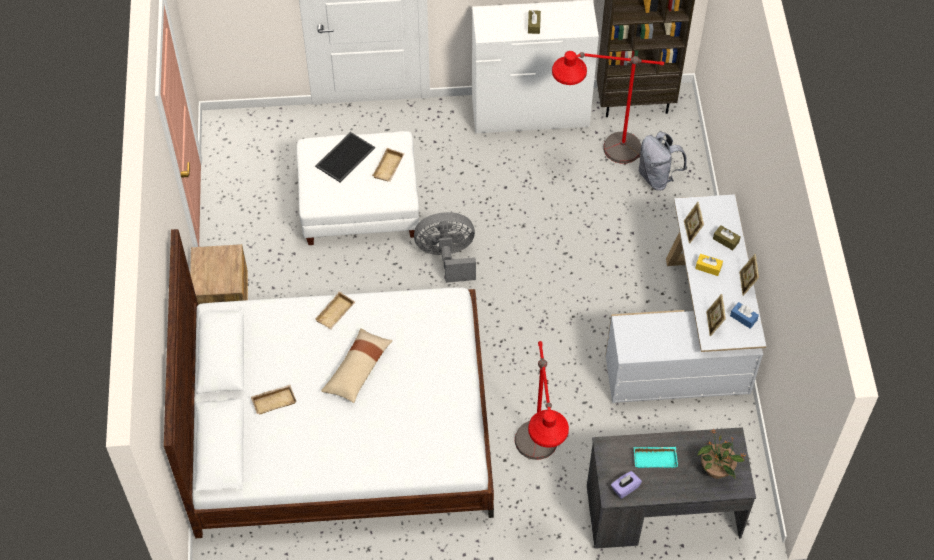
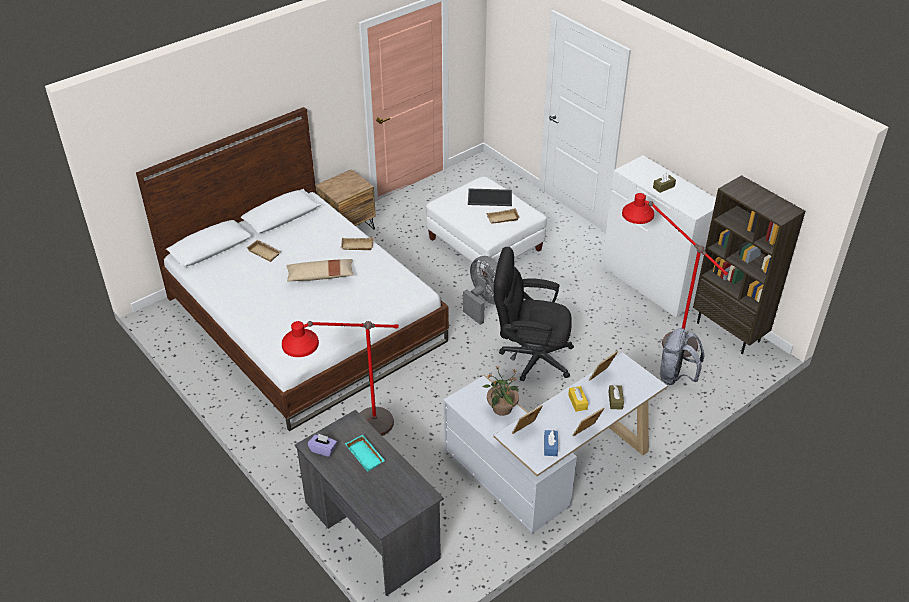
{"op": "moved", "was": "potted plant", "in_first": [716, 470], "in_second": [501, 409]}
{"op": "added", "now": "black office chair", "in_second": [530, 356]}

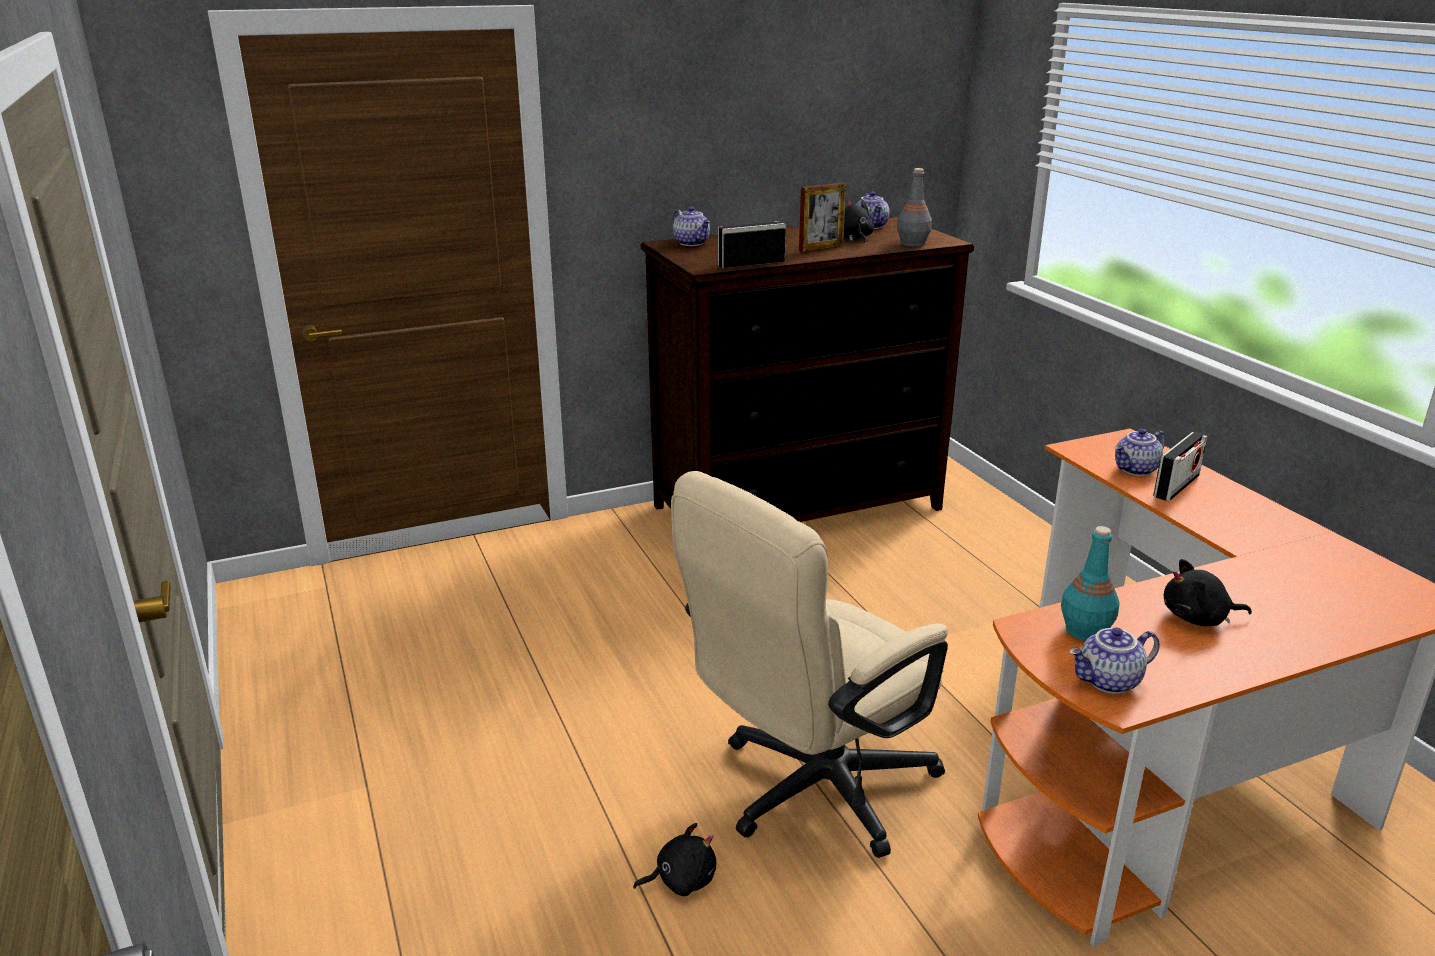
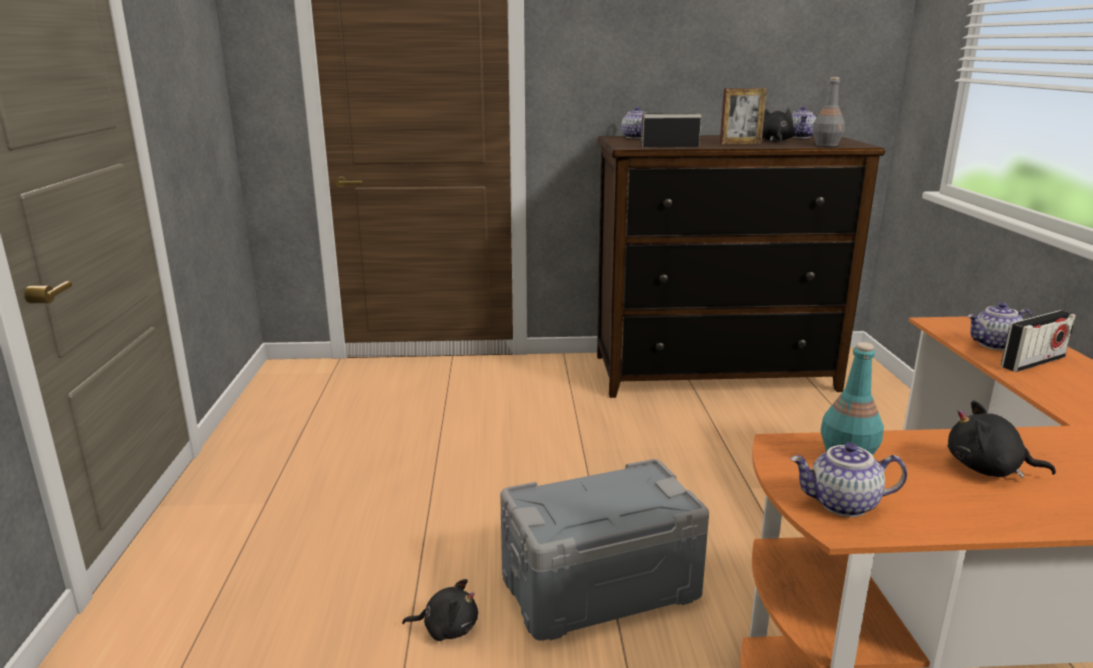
{"op": "replaced", "was": "beige office chair", "now": "grey storage box", "in_first": [809, 792], "in_second": [599, 585]}

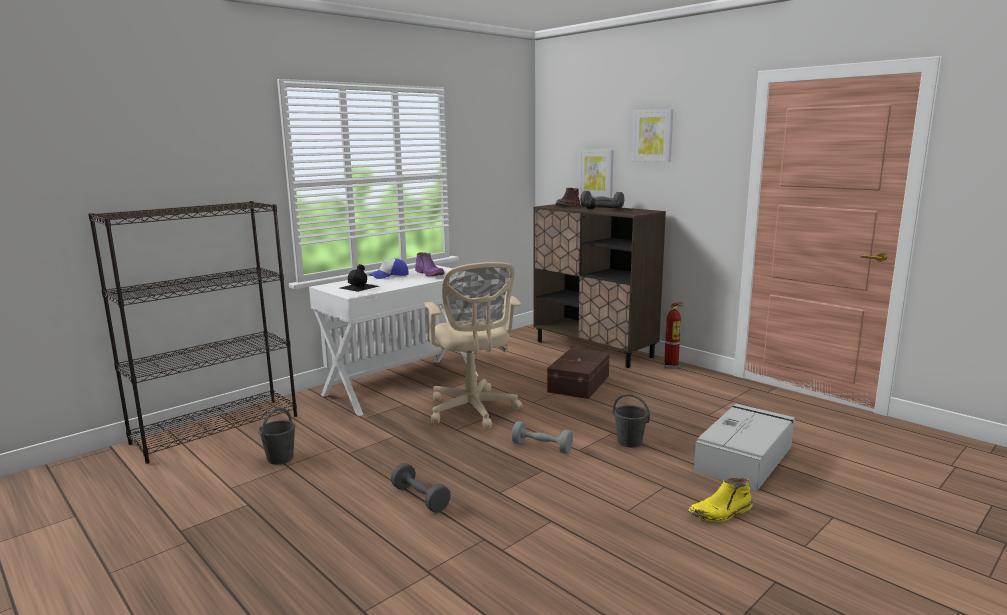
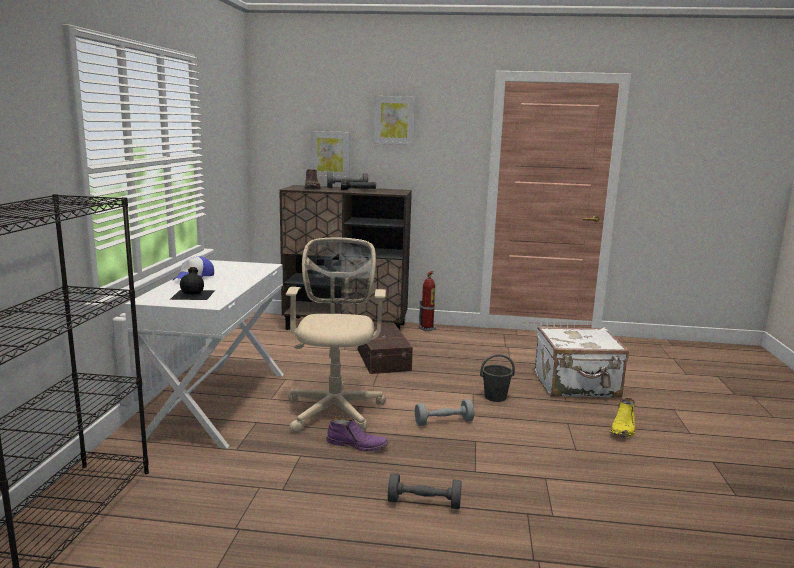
{"op": "removed", "was": "grey bucket", "in_first": [280, 458]}
{"op": "moved", "was": "purple boot", "in_first": [430, 274], "in_second": [357, 444]}
{"op": "turned", "was": "beige office chair", "in_first": [473, 411], "in_second": [335, 408], "clockwise": -120}
{"op": "replaced", "was": "grey storage box", "now": "white suitcase", "in_first": [744, 458], "in_second": [577, 386]}

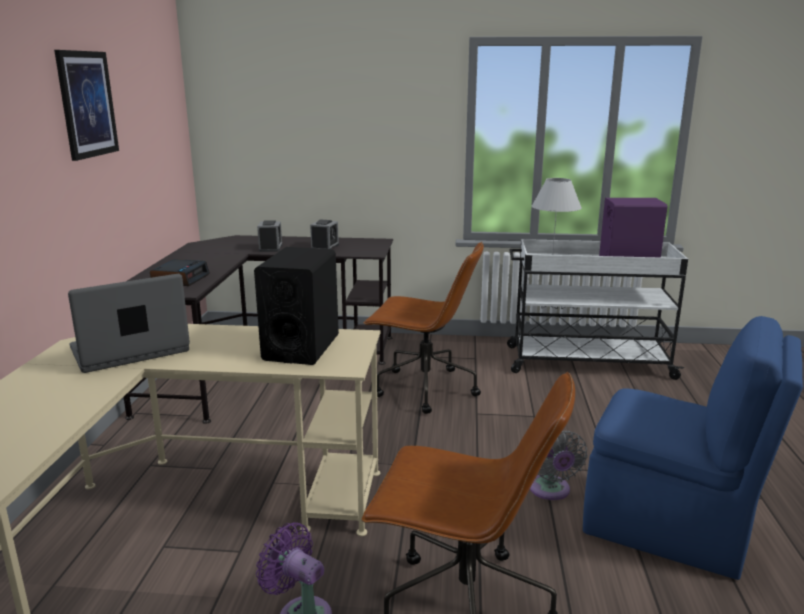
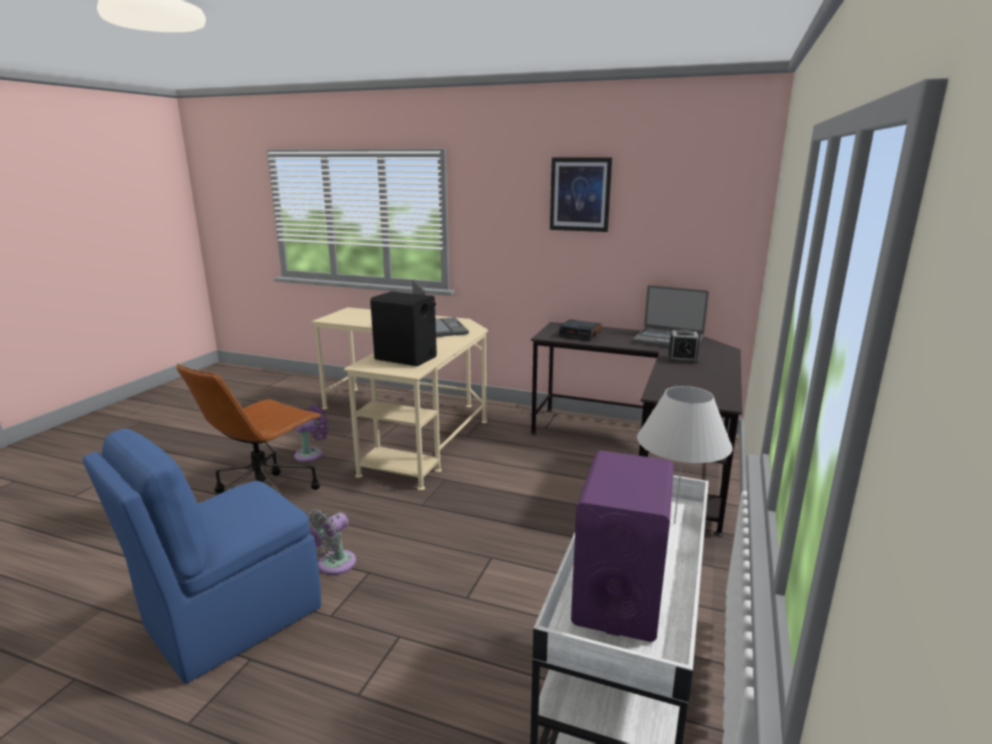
{"op": "removed", "was": "alarm clock", "in_first": [325, 247]}
{"op": "removed", "was": "brown office chair", "in_first": [423, 389]}
{"op": "turned", "was": "grey fan", "in_first": [551, 491], "in_second": [333, 565], "clockwise": -60}
{"op": "added", "now": "laptop", "in_second": [668, 340]}

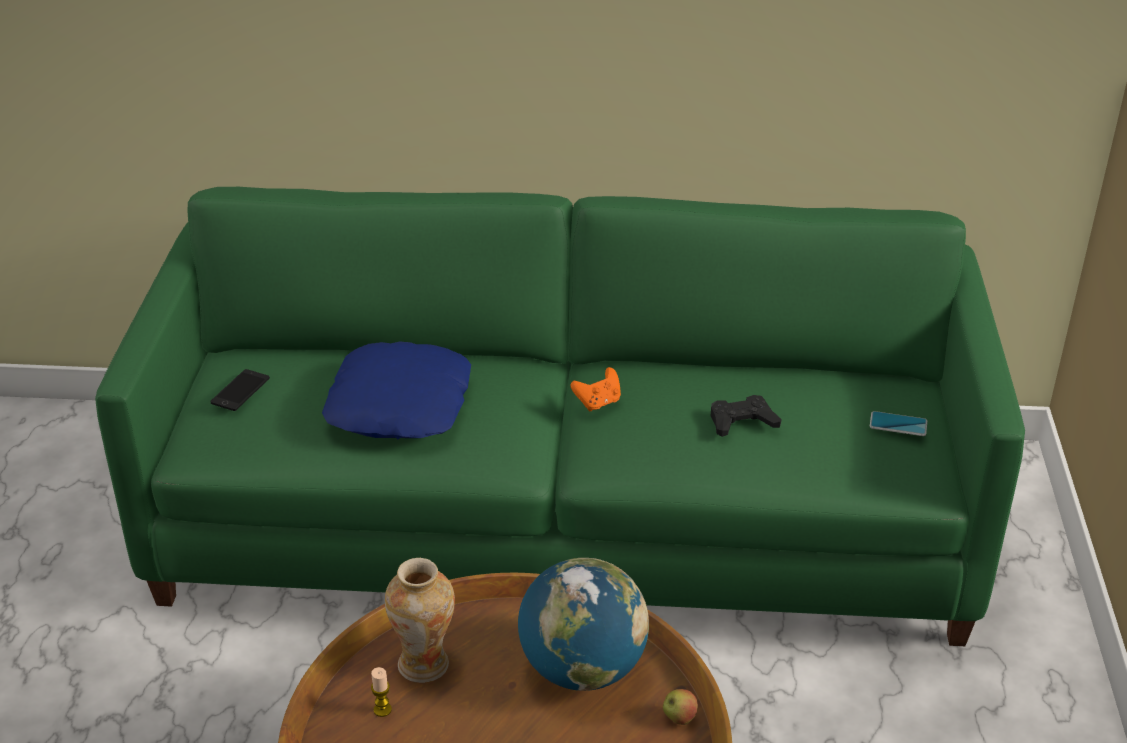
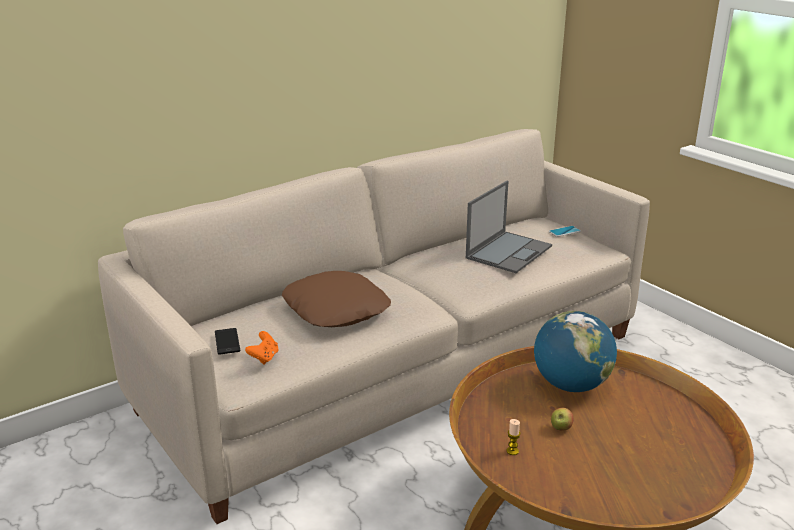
{"op": "recoloured", "was": "green sofa", "now": "beige sofa", "in_first": [565, 523], "in_second": [397, 371]}
{"op": "recoloured", "was": "blue pillow", "now": "brown pillow", "in_first": [401, 405], "in_second": [336, 309]}
{"op": "removed", "was": "vase", "in_first": [424, 664]}
{"op": "moved", "was": "orange game controller", "in_first": [598, 402], "in_second": [264, 358]}
{"op": "moved", "was": "apple", "in_first": [679, 718], "in_second": [560, 428]}
{"op": "replaced", "was": "black game controller", "now": "laptop", "in_first": [742, 422], "in_second": [509, 252]}

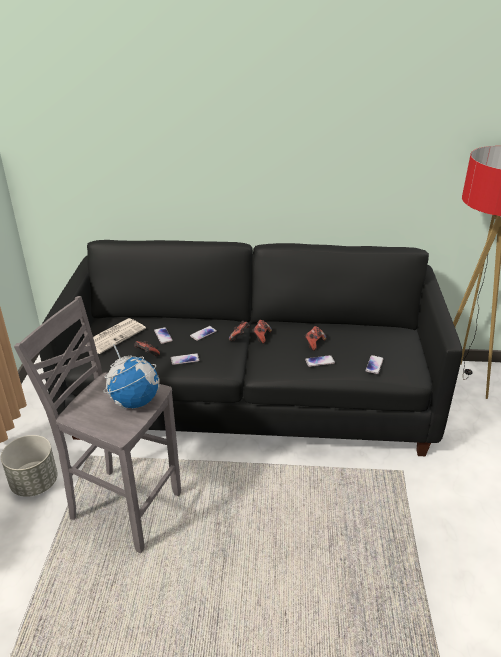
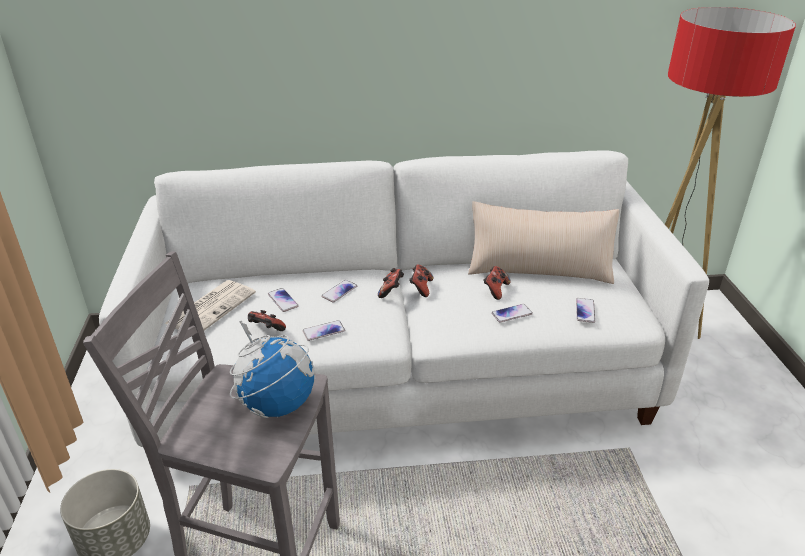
{"op": "recoloured", "was": "black sofa", "now": "white sofa", "in_first": [251, 399], "in_second": [403, 375]}
{"op": "added", "now": "beige pillow", "in_second": [539, 270]}

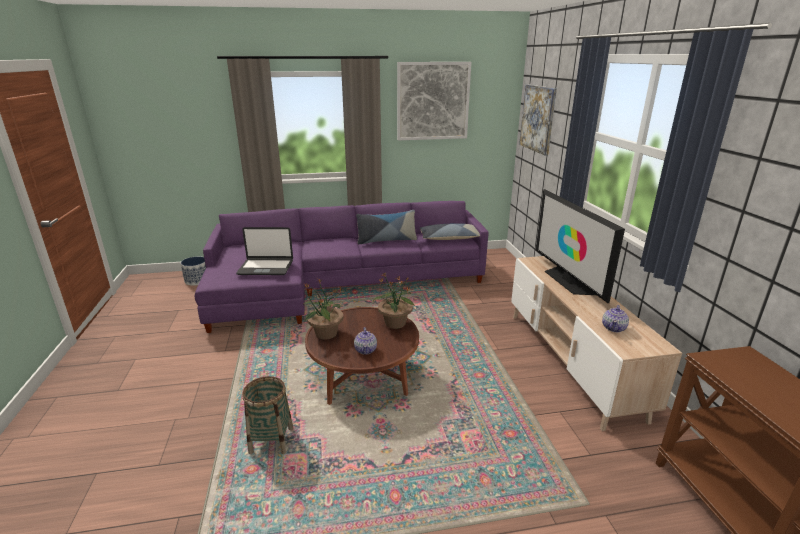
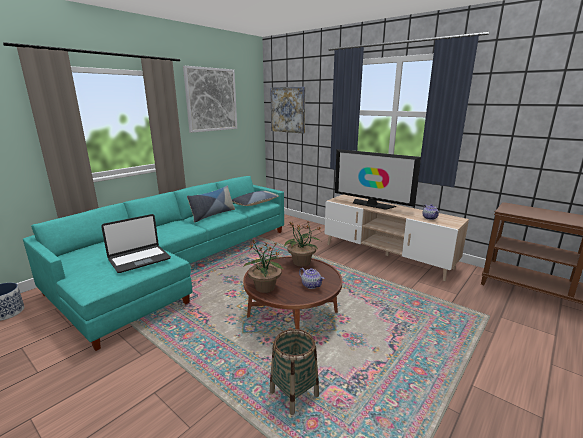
{"op": "recoloured", "was": "purple sofa", "now": "turquoise sofa", "in_first": [337, 284], "in_second": [178, 265]}

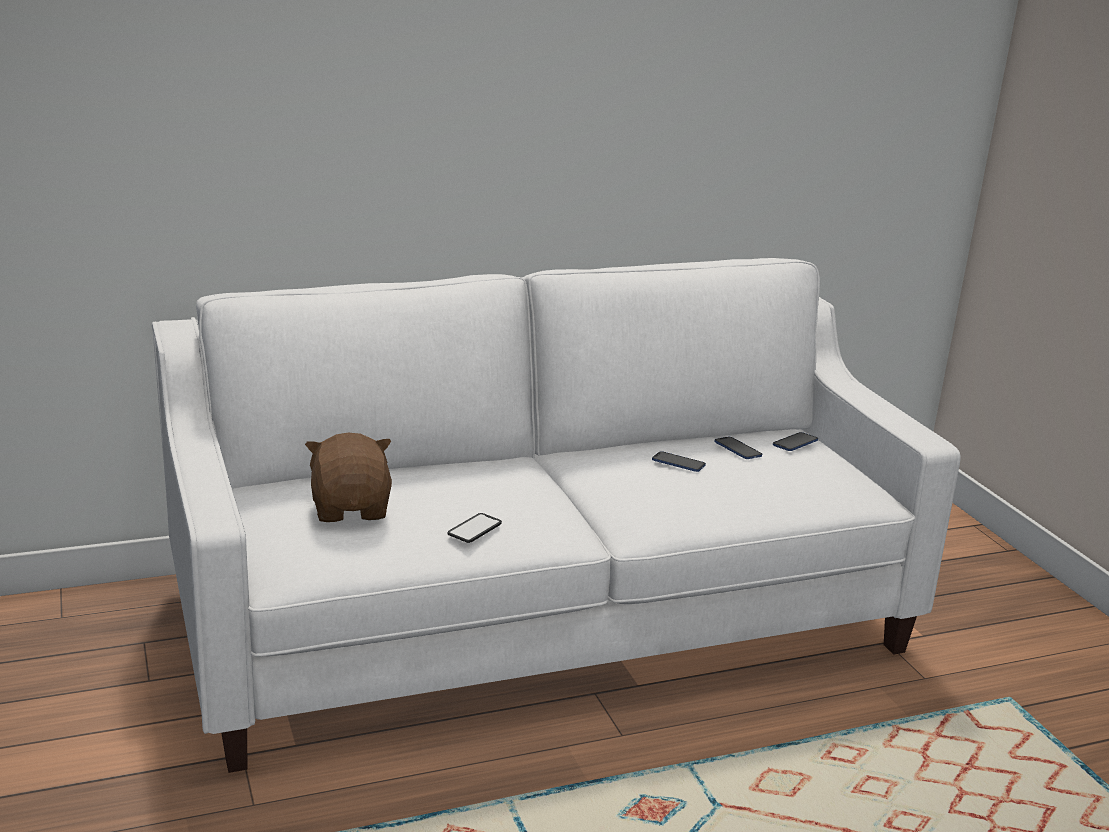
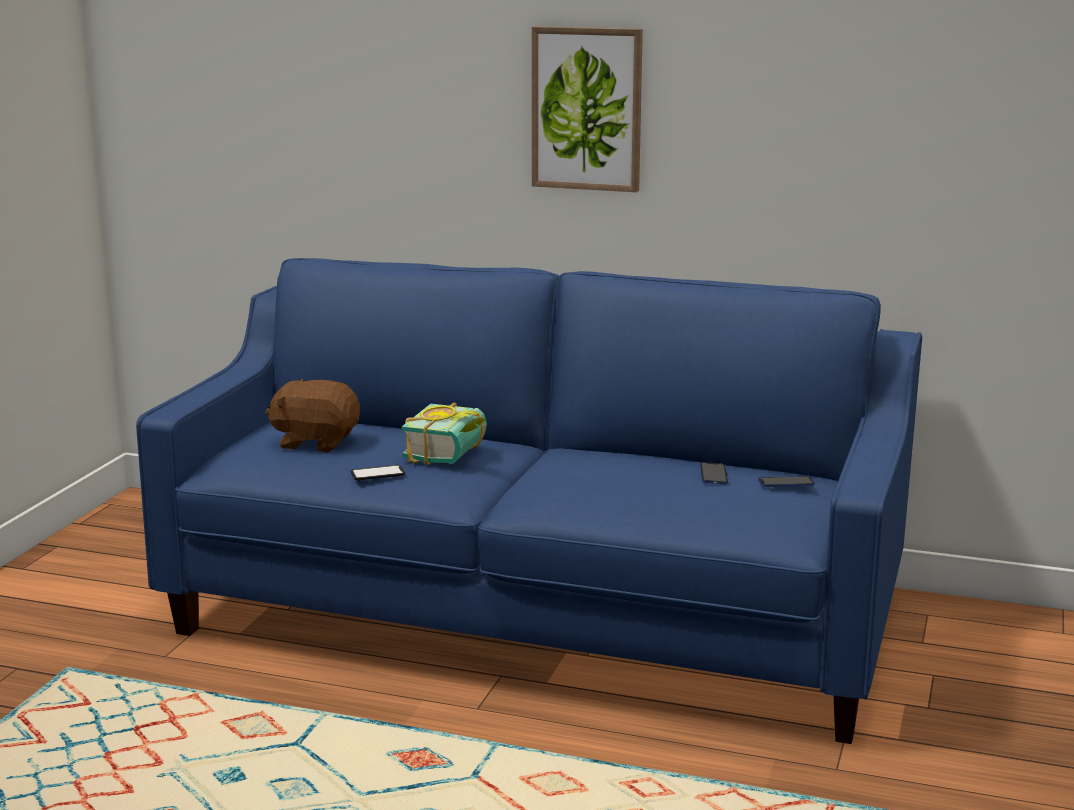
{"op": "recoloured", "was": "white sofa", "now": "blue sofa", "in_first": [540, 620], "in_second": [536, 615]}
{"op": "turned", "was": "brown plush toy", "in_first": [351, 508], "in_second": [316, 442], "clockwise": -105}
{"op": "removed", "was": "phone", "in_first": [678, 463]}
{"op": "added", "now": "book", "in_second": [453, 454]}
{"op": "added", "now": "picture", "in_second": [587, 109]}

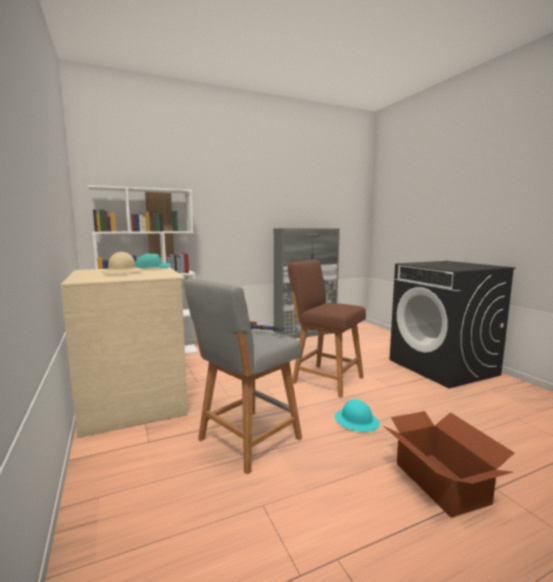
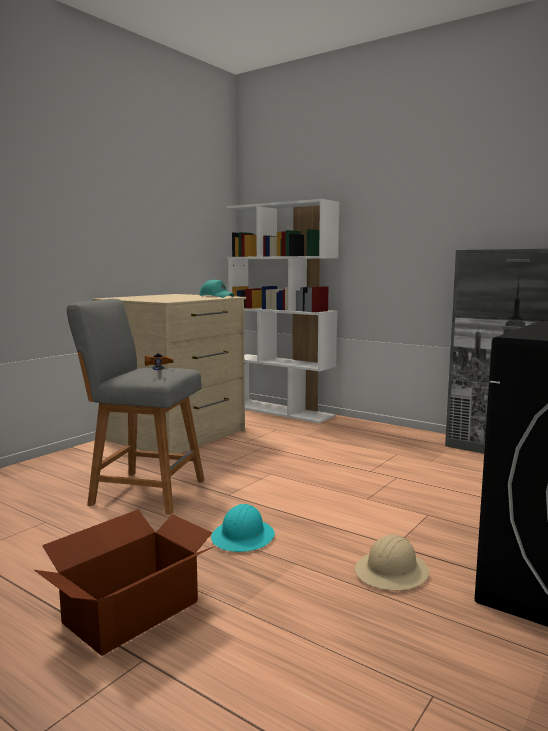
{"op": "moved", "was": "beige hard hat", "in_first": [123, 272], "in_second": [392, 572]}
{"op": "removed", "was": "brown stool", "in_first": [324, 379]}

